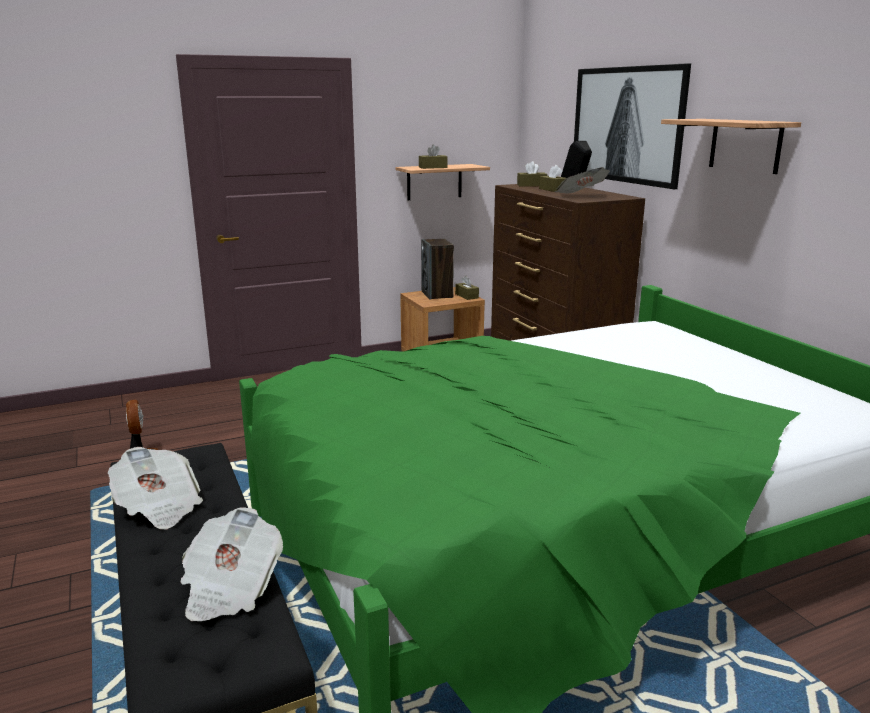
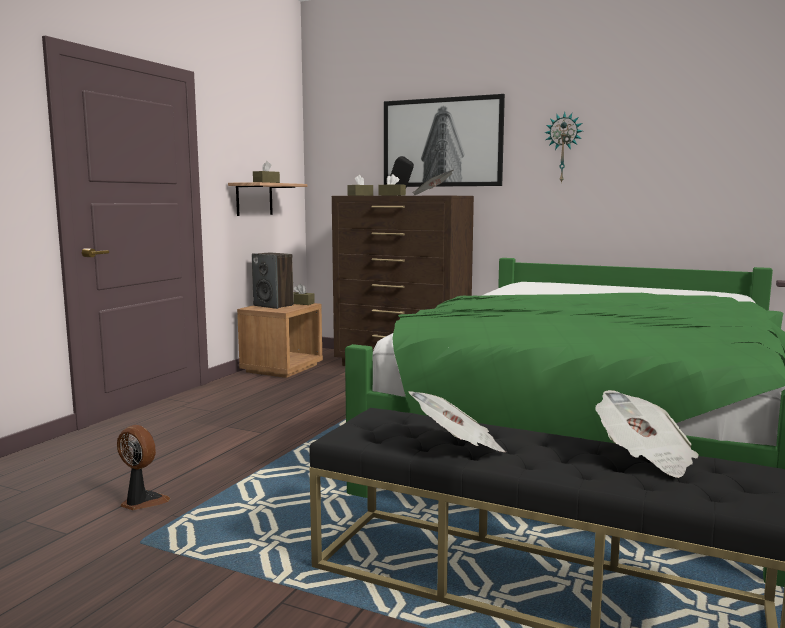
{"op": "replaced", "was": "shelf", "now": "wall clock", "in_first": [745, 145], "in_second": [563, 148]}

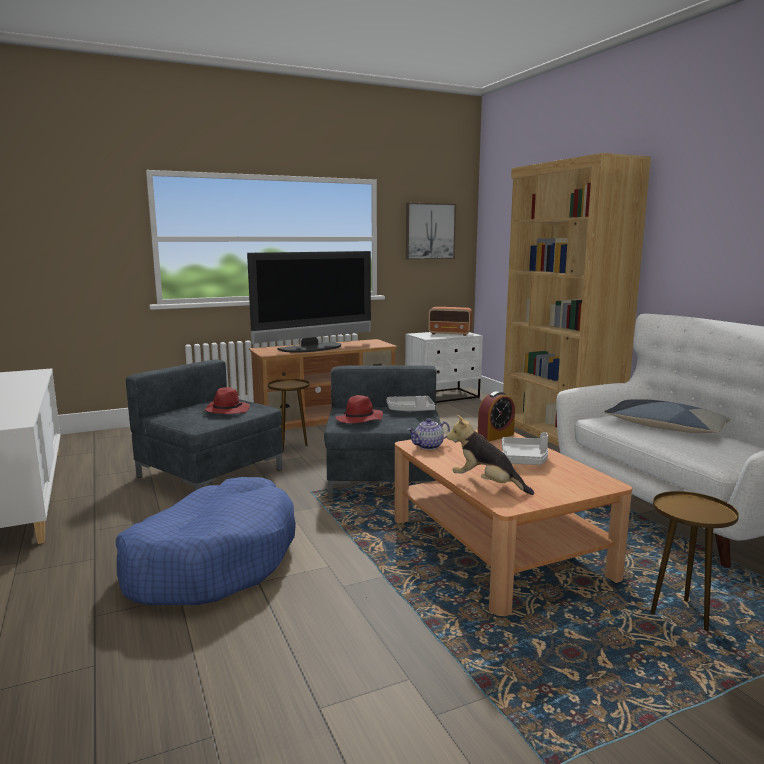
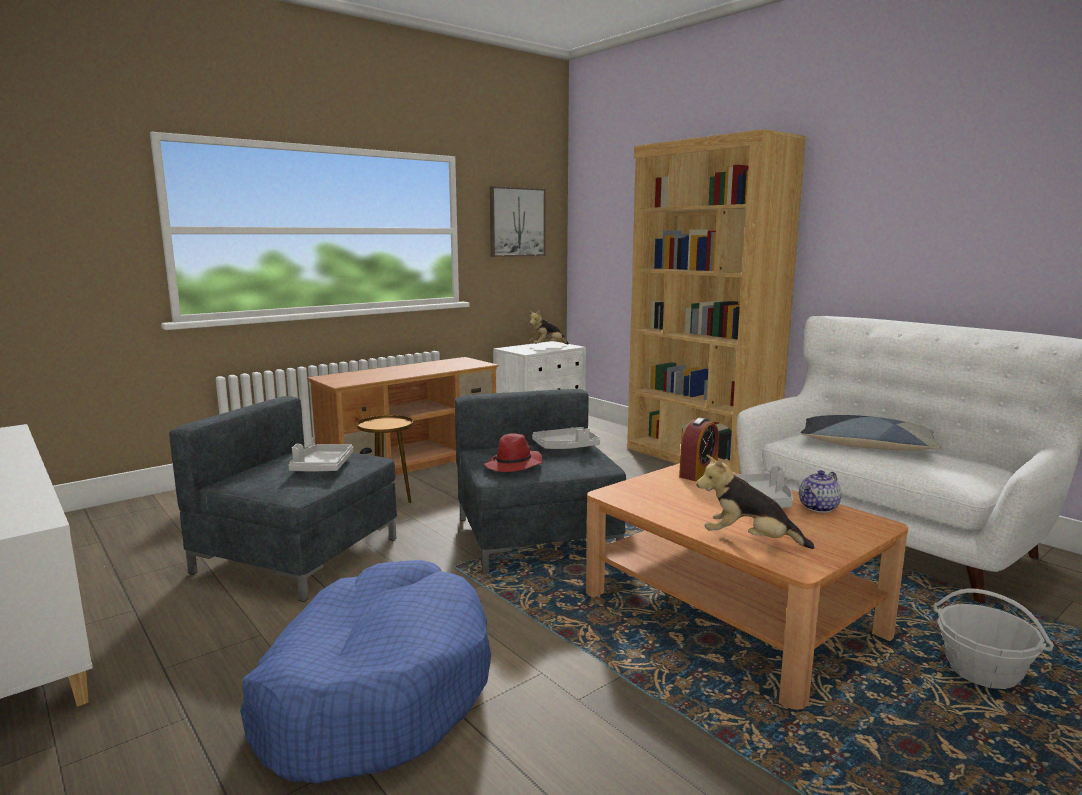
{"op": "replaced", "was": "red hat", "now": "grey tray", "in_first": [226, 410], "in_second": [322, 467]}
{"op": "removed", "was": "television", "in_first": [313, 348]}
{"op": "moved", "was": "teapot", "in_first": [428, 447], "in_second": [819, 508]}
{"op": "replaced", "was": "radio", "now": "plush toy", "in_first": [450, 334], "in_second": [547, 346]}
{"op": "replaced", "was": "brown side table", "now": "basket", "in_first": [681, 615], "in_second": [982, 672]}

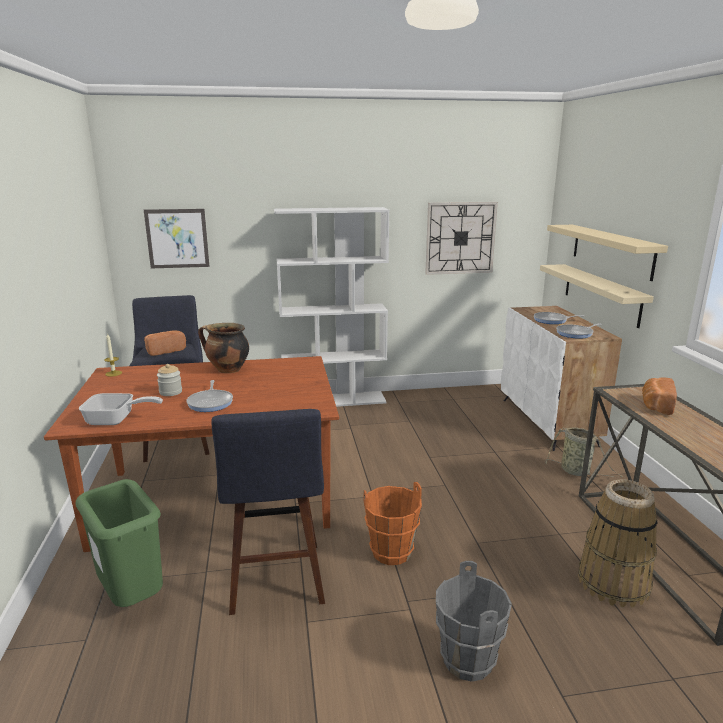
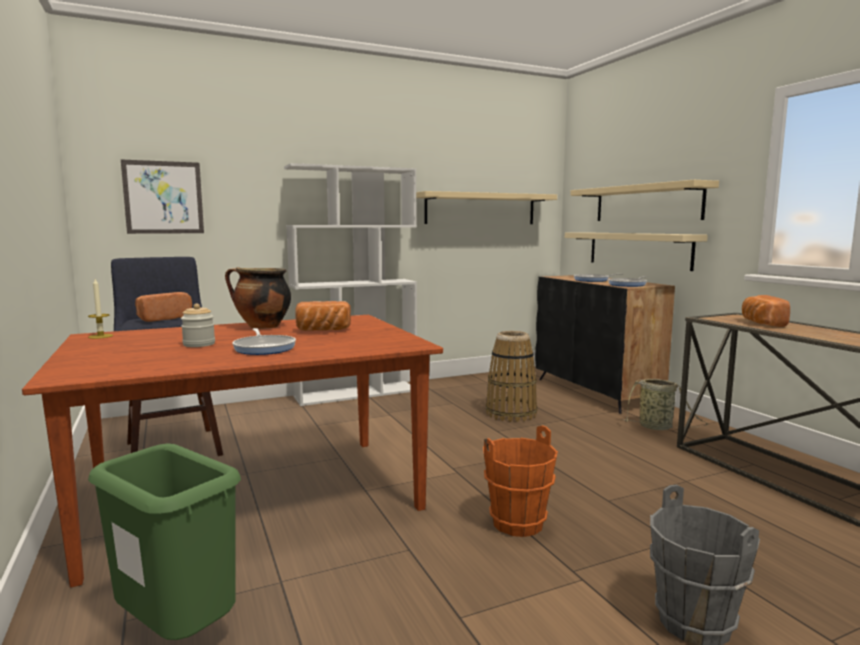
{"op": "removed", "was": "frying pan", "in_first": [116, 420]}
{"op": "removed", "was": "blue stool", "in_first": [276, 583]}
{"op": "replaced", "was": "wall clock", "now": "beige shelf", "in_first": [460, 238], "in_second": [480, 209]}
{"op": "recoloured", "was": "white cabinet", "now": "black cabinet", "in_first": [548, 422], "in_second": [596, 392]}
{"op": "moved", "was": "basket", "in_first": [613, 583], "in_second": [511, 413]}
{"op": "added", "now": "bread", "in_second": [322, 331]}

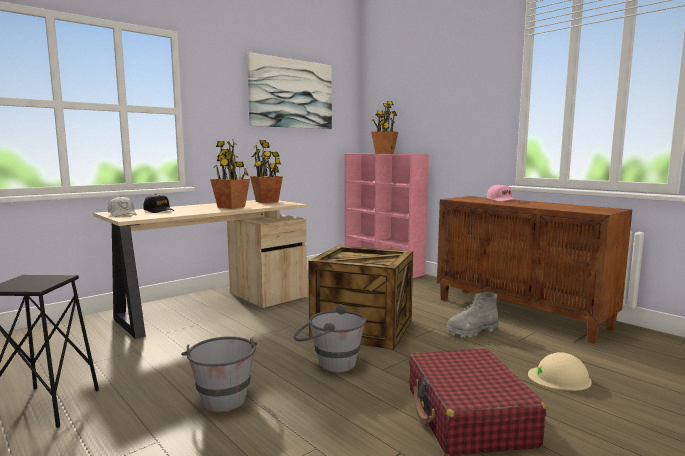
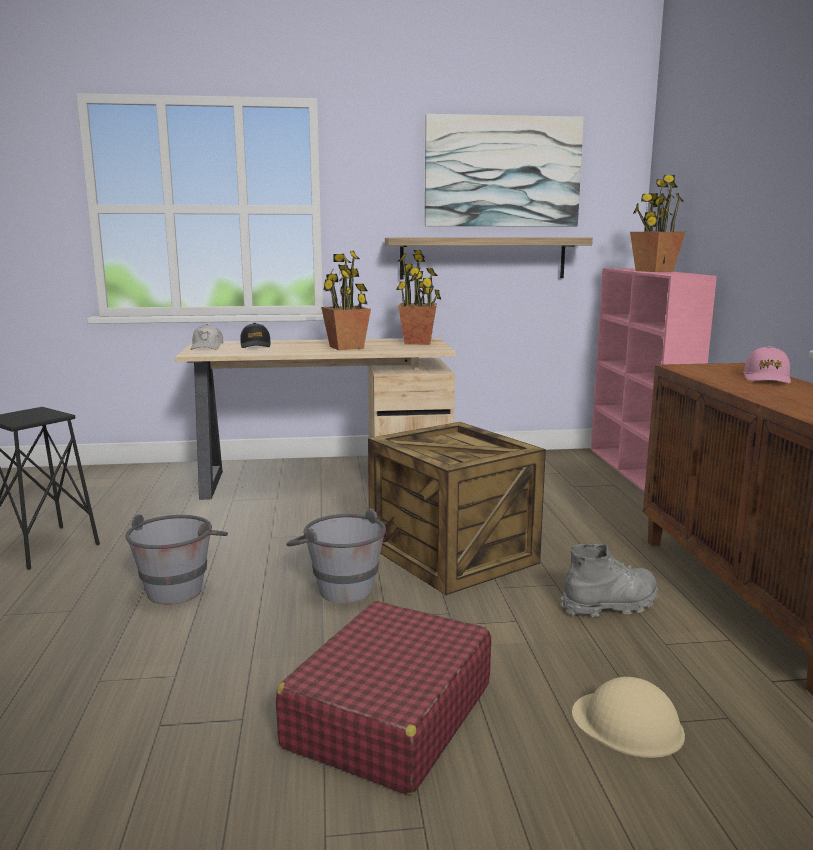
{"op": "turned", "was": "grey boot", "in_first": [471, 331], "in_second": [610, 605], "clockwise": 150}
{"op": "added", "now": "shelf", "in_second": [483, 258]}

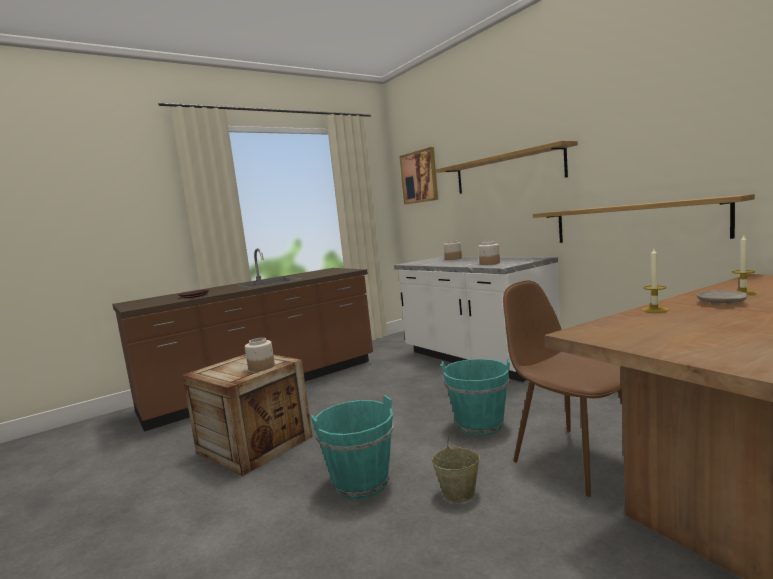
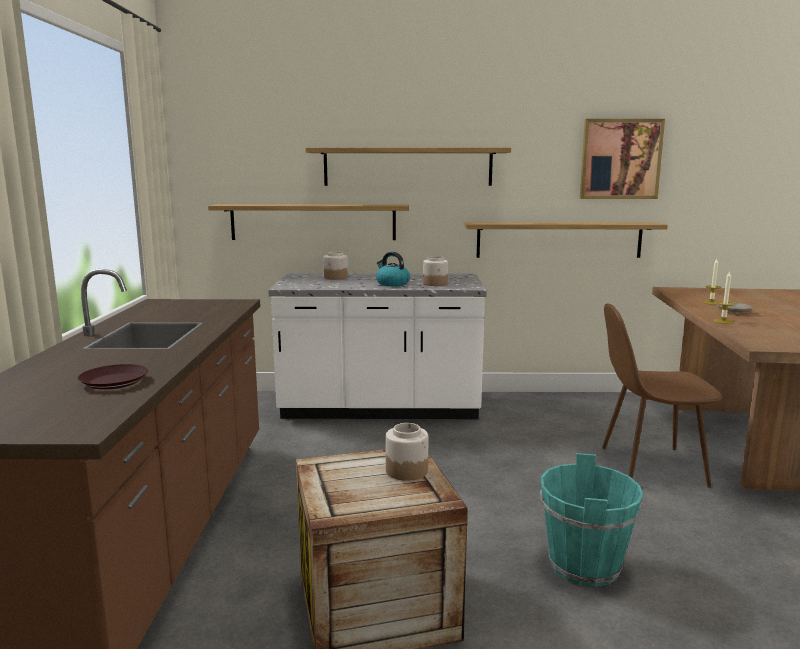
{"op": "moved", "was": "picture", "in_first": [419, 177], "in_second": [620, 159]}
{"op": "removed", "was": "beige bucket", "in_first": [459, 493]}
{"op": "removed", "was": "turquoise bucket", "in_first": [479, 425]}
{"op": "added", "now": "shelf", "in_second": [313, 222]}
{"op": "added", "now": "kettle", "in_second": [392, 284]}

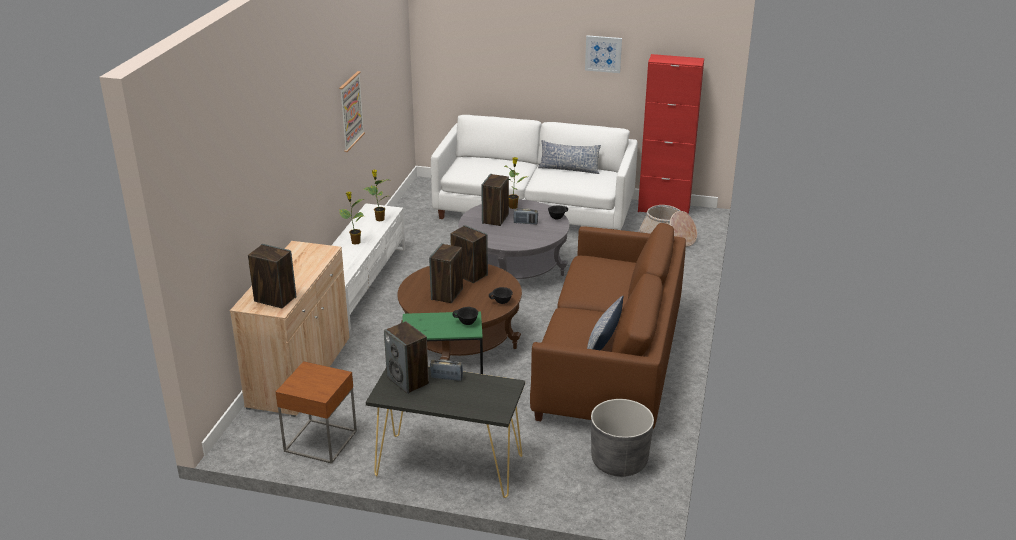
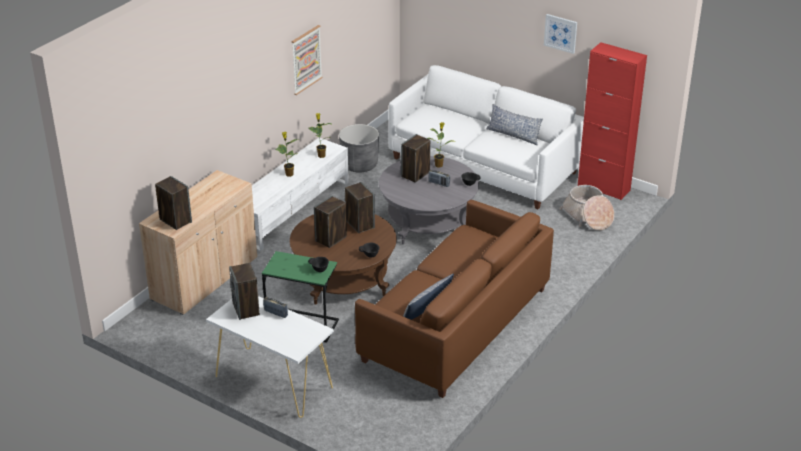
{"op": "removed", "was": "brown side table", "in_first": [320, 441]}
{"op": "recoloured", "was": "black console table", "now": "white console table", "in_first": [448, 465], "in_second": [273, 382]}
{"op": "moved", "was": "grey planter", "in_first": [619, 461], "in_second": [359, 165]}

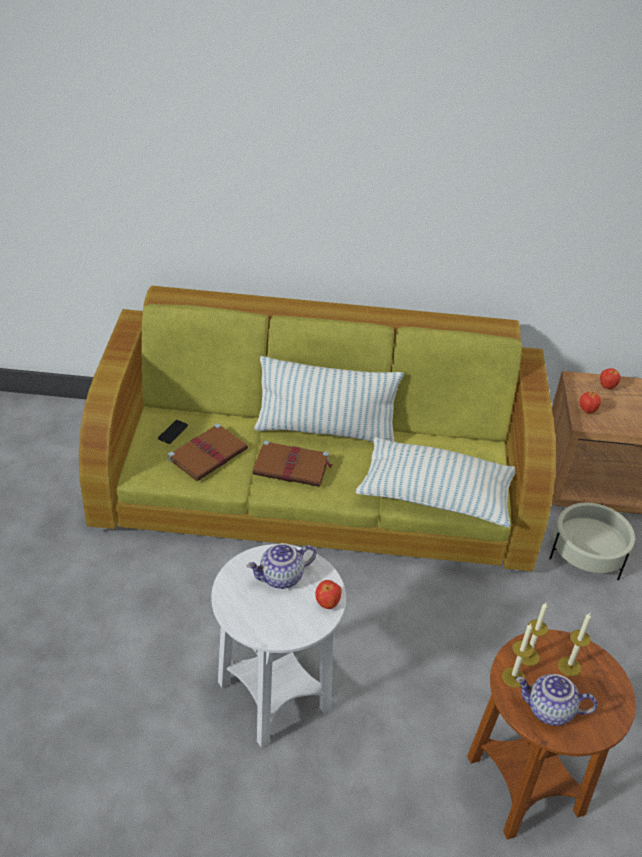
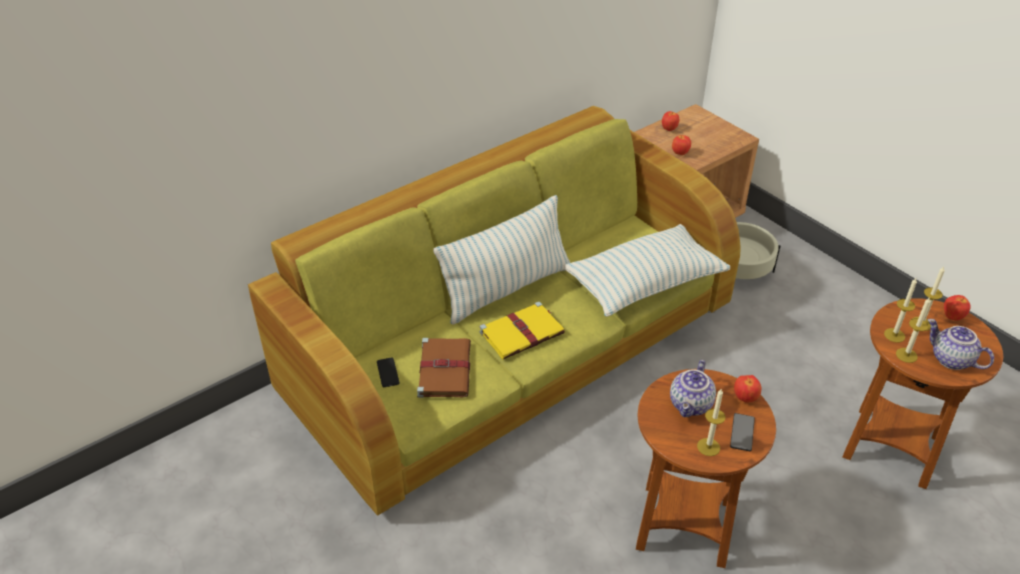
{"op": "recoloured", "was": "white side table", "now": "brown side table", "in_first": [274, 696], "in_second": [684, 525]}
{"op": "recoloured", "was": "brown book", "now": "yellow book", "in_first": [292, 467], "in_second": [523, 332]}
{"op": "turned", "was": "teapot", "in_first": [549, 711], "in_second": [950, 360], "clockwise": 75}
{"op": "added", "now": "candle", "in_second": [708, 447]}
{"op": "added", "now": "phone", "in_second": [742, 433]}
{"op": "added", "now": "apple", "in_second": [952, 317]}

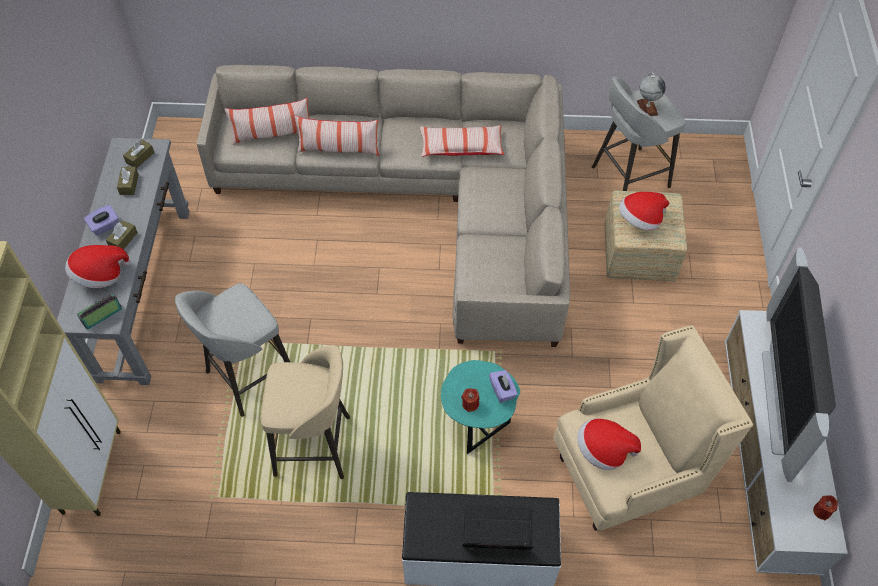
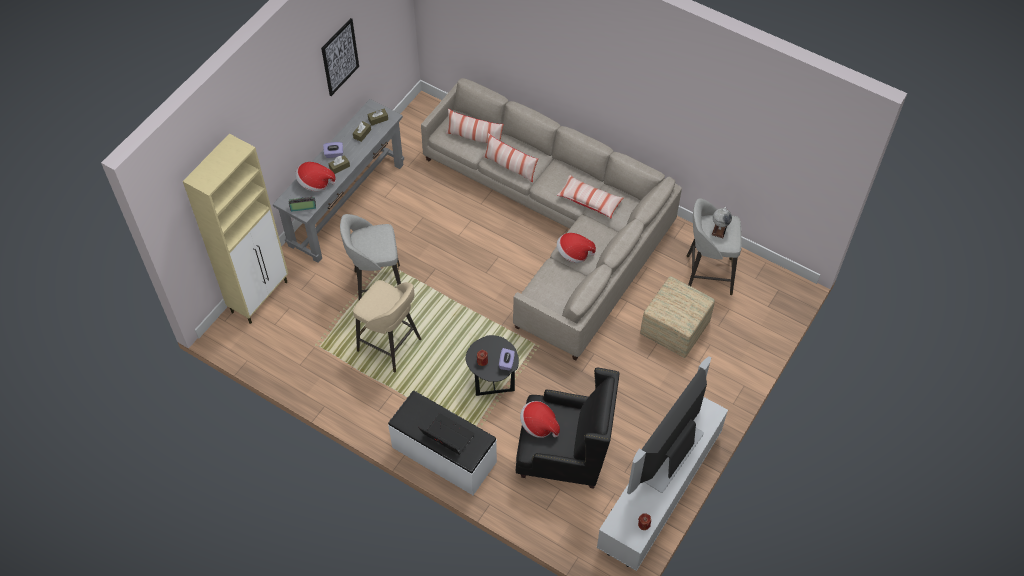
{"op": "recoloured", "was": "turquoise side table", "now": "black side table", "in_first": [477, 426], "in_second": [493, 383]}
{"op": "recoloured", "was": "beige armchair", "now": "black armchair", "in_first": [626, 475], "in_second": [563, 457]}
{"op": "moved", "was": "hat", "in_first": [640, 220], "in_second": [574, 253]}
{"op": "added", "now": "picture", "in_second": [340, 57]}

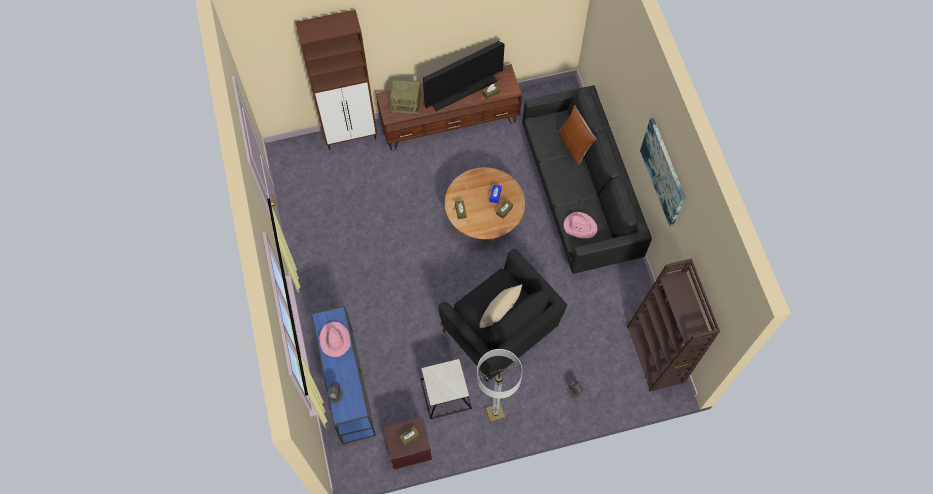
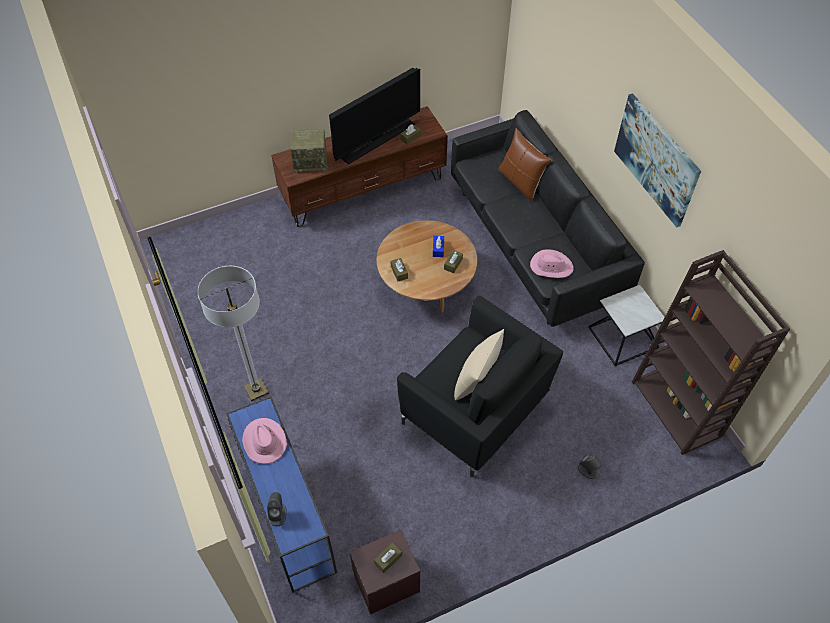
{"op": "removed", "was": "brown cabinet", "in_first": [351, 136]}
{"op": "moved", "was": "side table", "in_first": [446, 394], "in_second": [623, 337]}
{"op": "moved", "was": "floor lamp", "in_first": [495, 413], "in_second": [256, 390]}

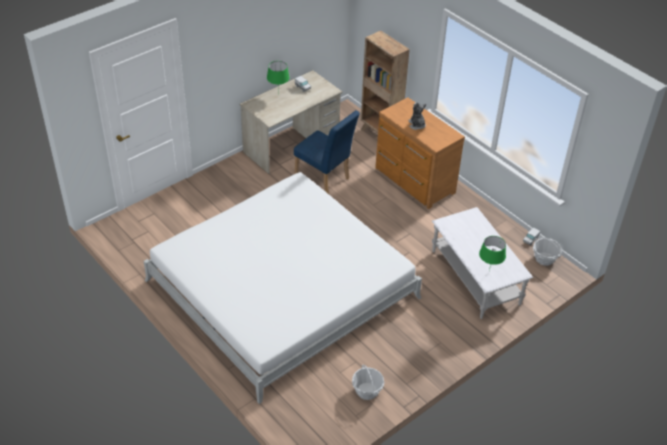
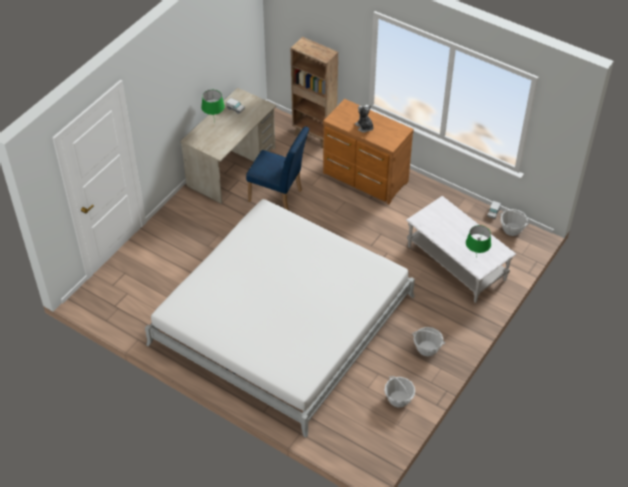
{"op": "added", "now": "basket", "in_second": [427, 348]}

